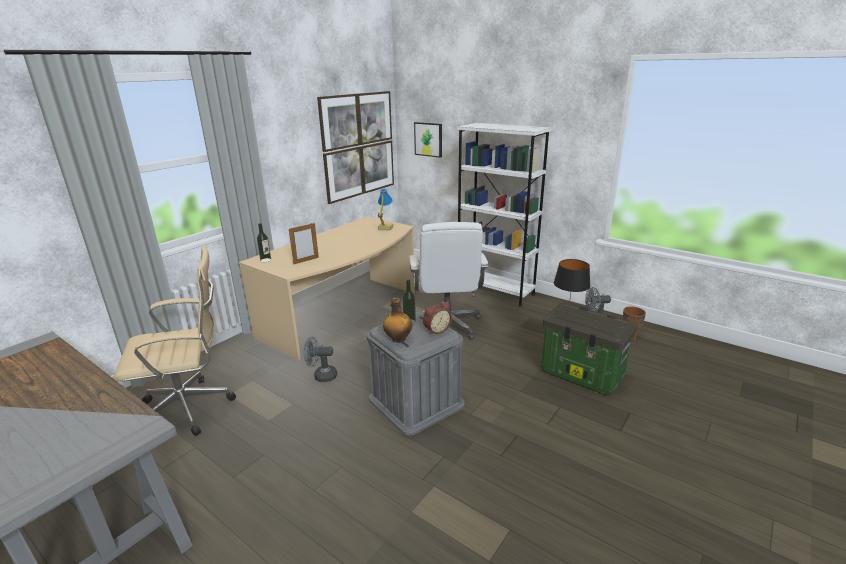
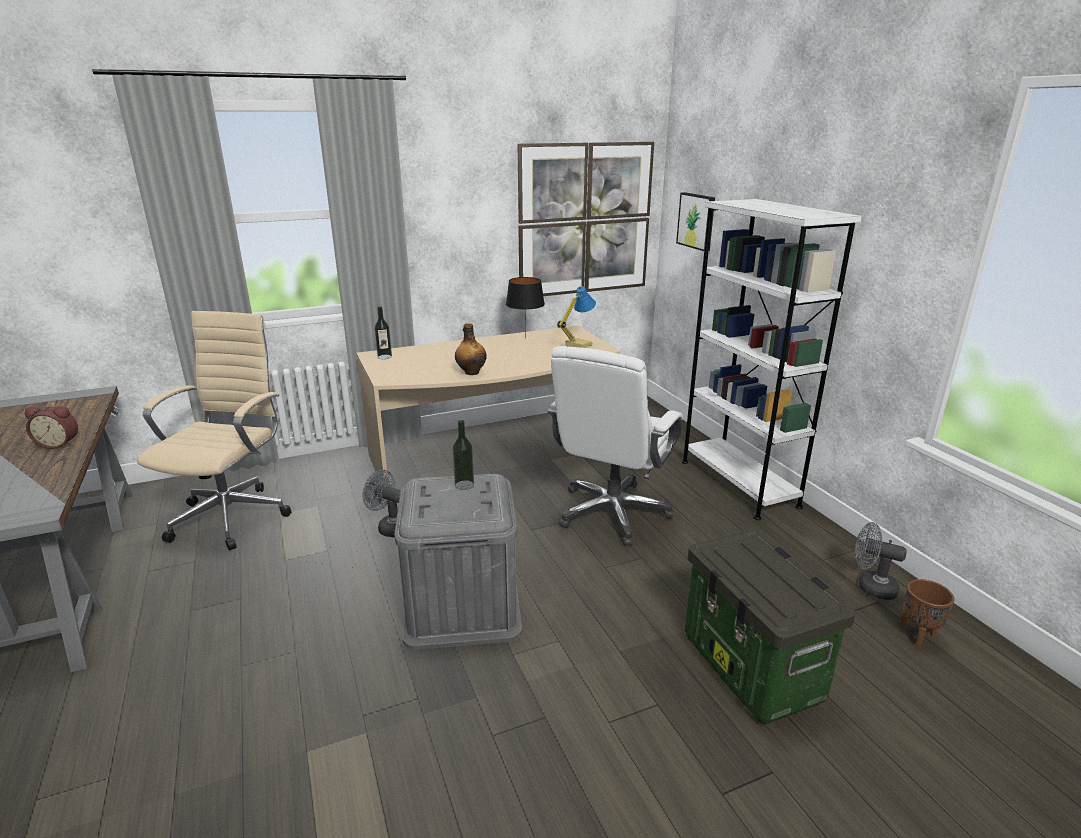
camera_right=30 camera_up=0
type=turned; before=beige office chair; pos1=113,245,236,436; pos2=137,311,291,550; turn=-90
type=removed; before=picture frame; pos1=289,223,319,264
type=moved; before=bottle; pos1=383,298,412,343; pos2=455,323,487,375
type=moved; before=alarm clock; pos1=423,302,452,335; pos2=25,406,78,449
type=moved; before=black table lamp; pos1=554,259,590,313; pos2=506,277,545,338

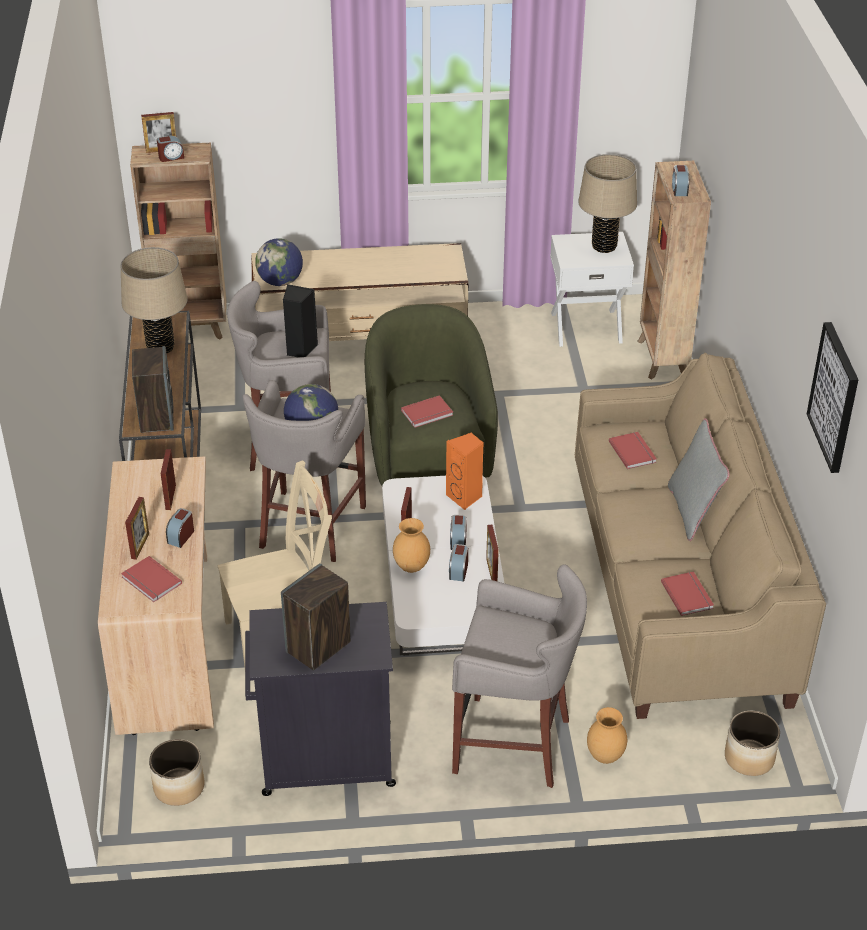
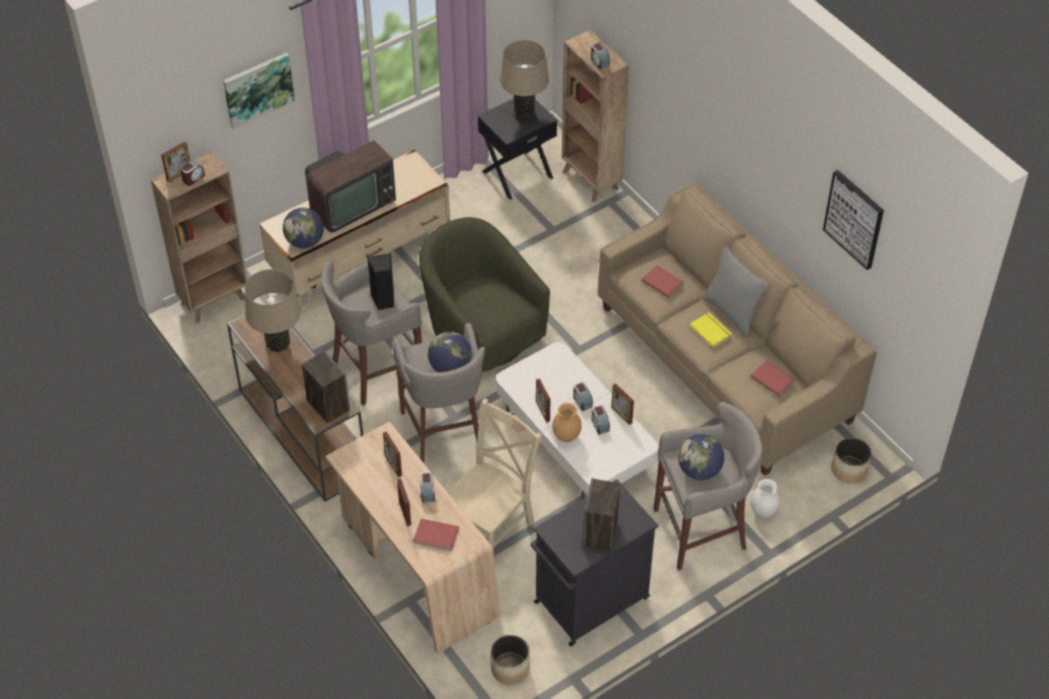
camera_right=-30 camera_up=10
type=removed; before=red book; pos1=401,395,453,428
type=removed; before=orange speaker; pos1=446,433,484,510
type=recoloured; before=white nightstand; after=black nightstand; pos1=550,232,634,347; pos2=478,98,557,200
type=recoloured; before=brown vase; after=white vase; pos1=587,707,627,764; pos2=751,479,780,518
type=added; after=picture; pos2=223,53,295,129
type=added; after=television; pos2=305,140,396,233
type=added; after=globe; pos2=678,434,724,480
type=added; after=yellow book; pos2=690,313,732,348

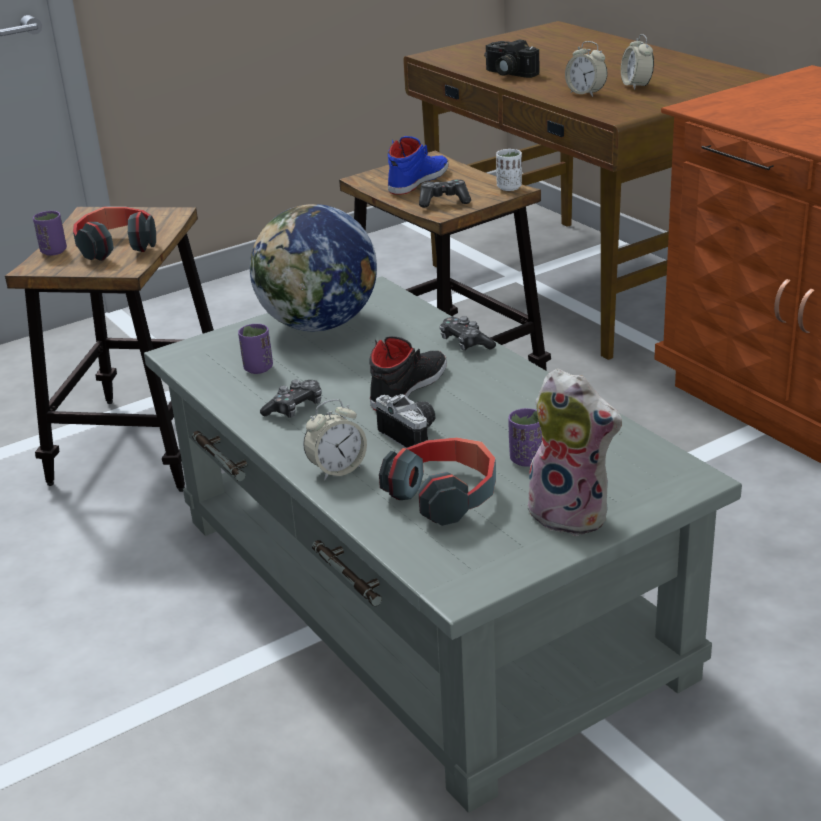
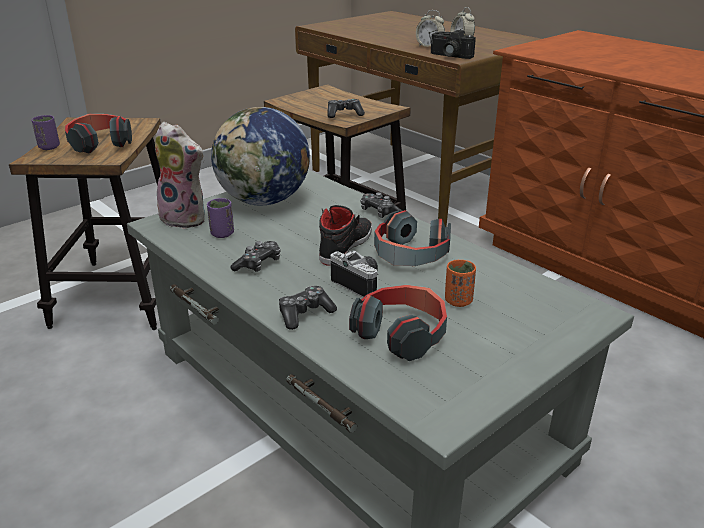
camera_right=-10 camera_up=0
type=replaced; before=alarm clock; after=game controller; pos1=303,399,367,481; pos2=279,286,337,330
type=removed; before=blue shoe; pos1=388,136,449,195
type=moved; before=photo camera; pos1=484,39,540,78; pos2=430,30,476,59
type=removed; before=white cup; pos1=496,149,522,191
type=recoloured; before=purple cup; after=orange cup; pos1=508,408,542,467; pos2=445,260,476,307
type=moved; before=plush toy; pos1=518,368,622,536; pos2=155,122,205,229
type=added; after=headphones; pos2=374,210,451,266

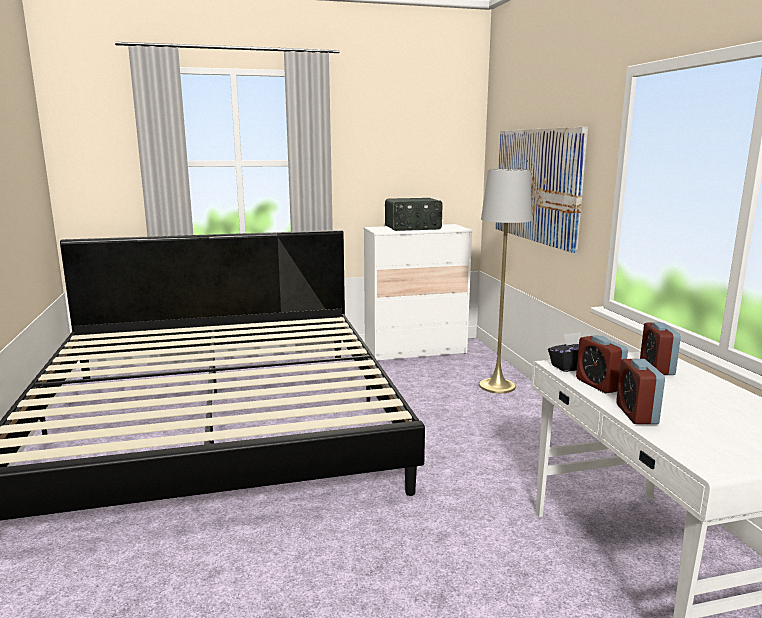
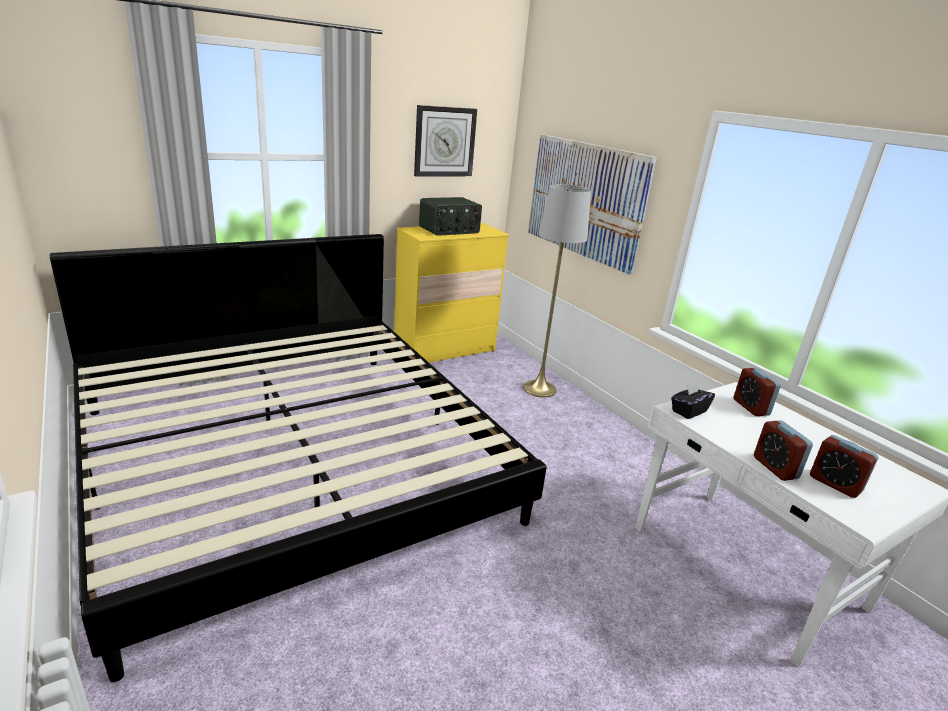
camera_right=-20 camera_up=10
type=recoloured; before=white dresser; after=yellow dresser; pos1=363,224,473,360; pos2=394,223,509,363
type=moved; before=alarm clock; pos1=576,335,628,394; pos2=810,435,878,498
type=added; after=wall clock; pos2=414,105,477,177

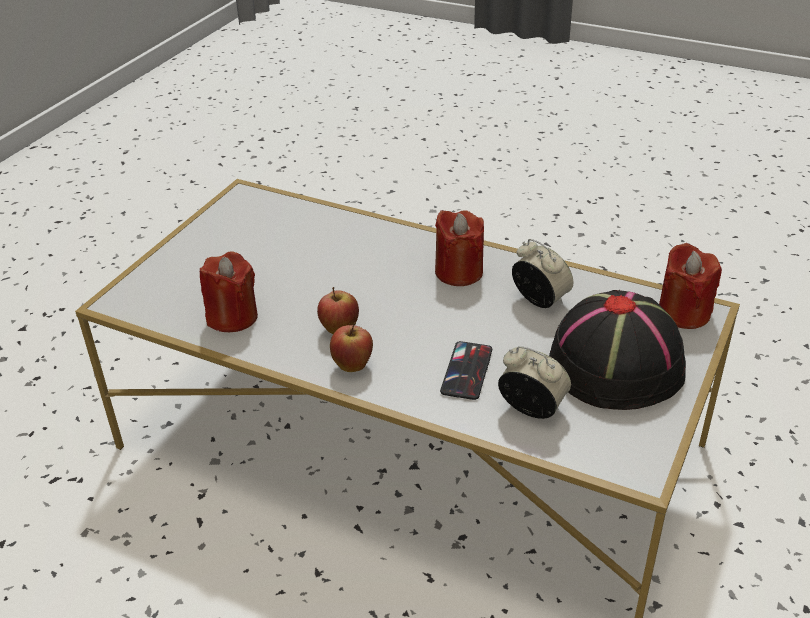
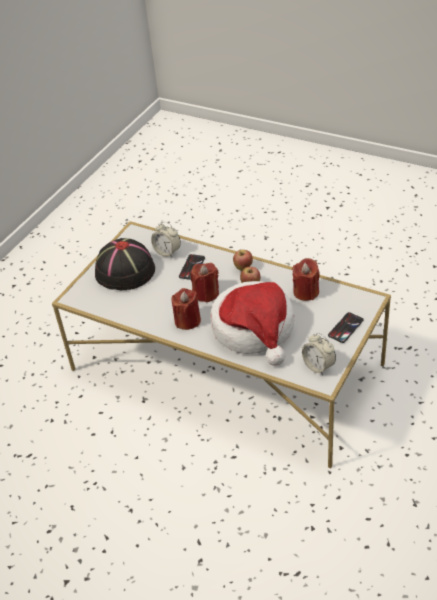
camera_right=-175 camera_up=5
type=moved; before=alarm clock; pos1=512,239,573,308; pos2=302,333,336,375
type=moved; before=red candle; pos1=659,243,722,329; pos2=190,263,219,302
type=added; after=hat; pos2=210,281,294,366
type=added; after=phone; pos2=328,312,364,343

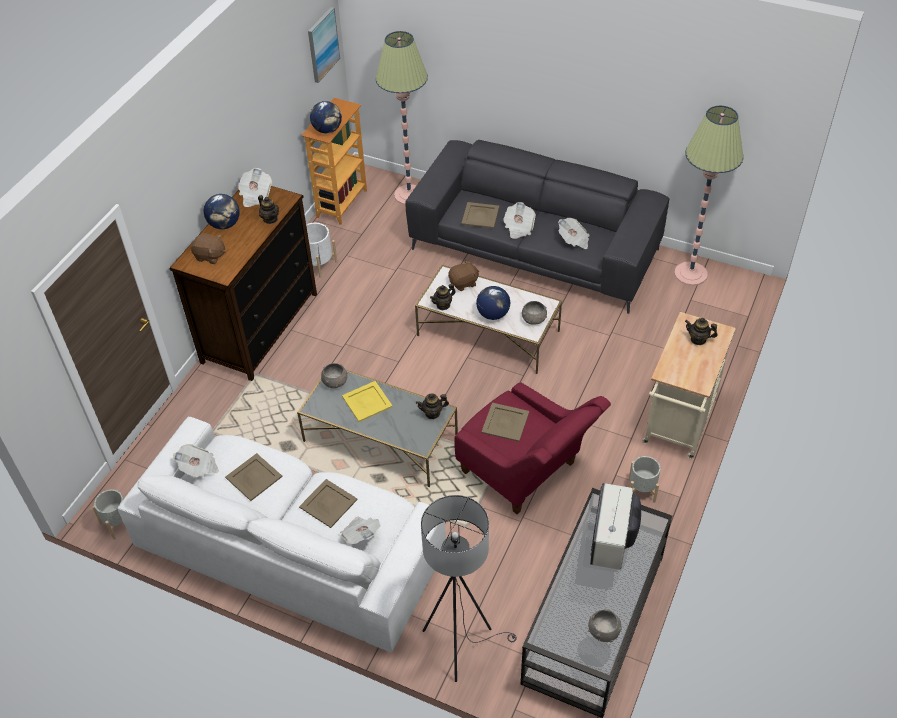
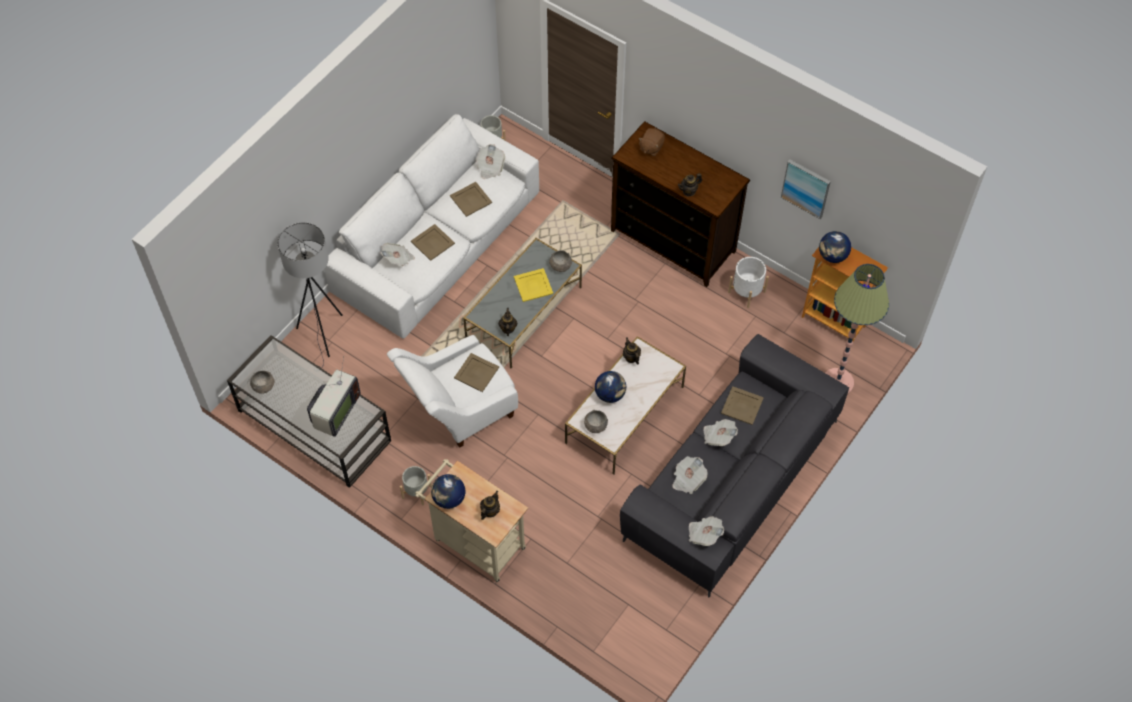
camera_right=100 camera_up=10
type=moved; before=globe; pos1=204,194,240,229; pos2=431,474,465,509
type=moved; before=newspaper; pos1=238,168,272,207; pos2=689,516,724,546
type=moved; before=picture; pos1=308,7,340,83; pos2=781,159,831,219
type=removed; before=brown plush toy; pos1=448,261,479,291
type=recoloured; before=red armchair; after=white armchair; pos1=454,382,611,514; pos2=387,335,518,448
type=turned; before=television; pos1=590,483,641,570; pos2=307,358,361,437; turn=90
type=removed; before=floor lamp; pos1=674,106,744,286

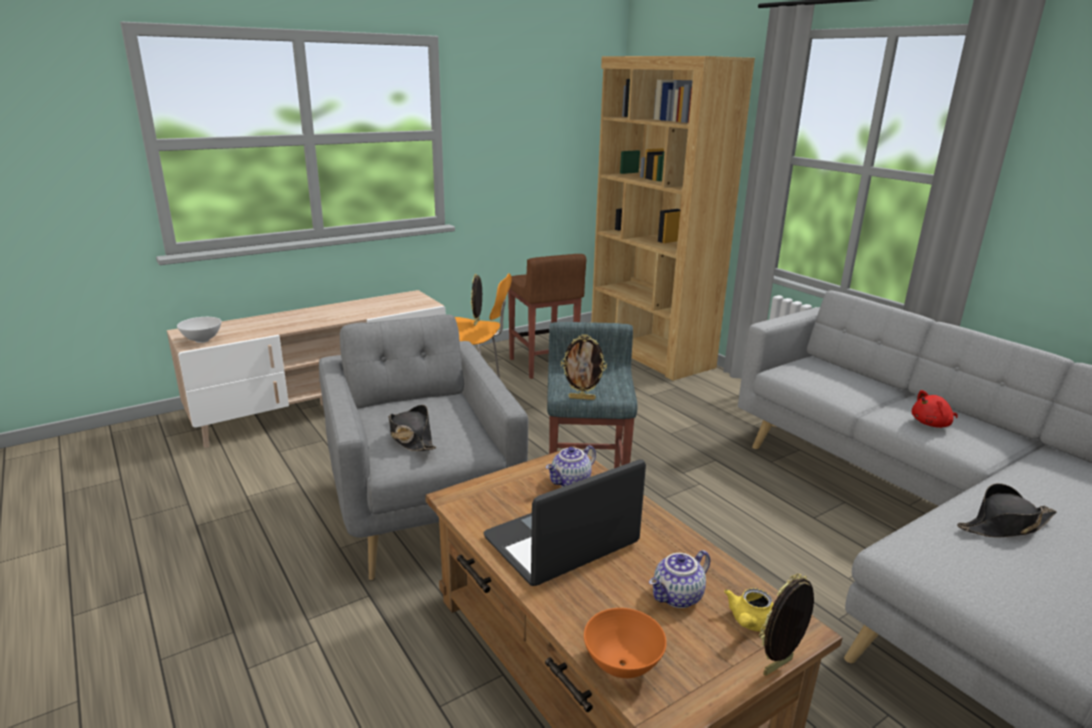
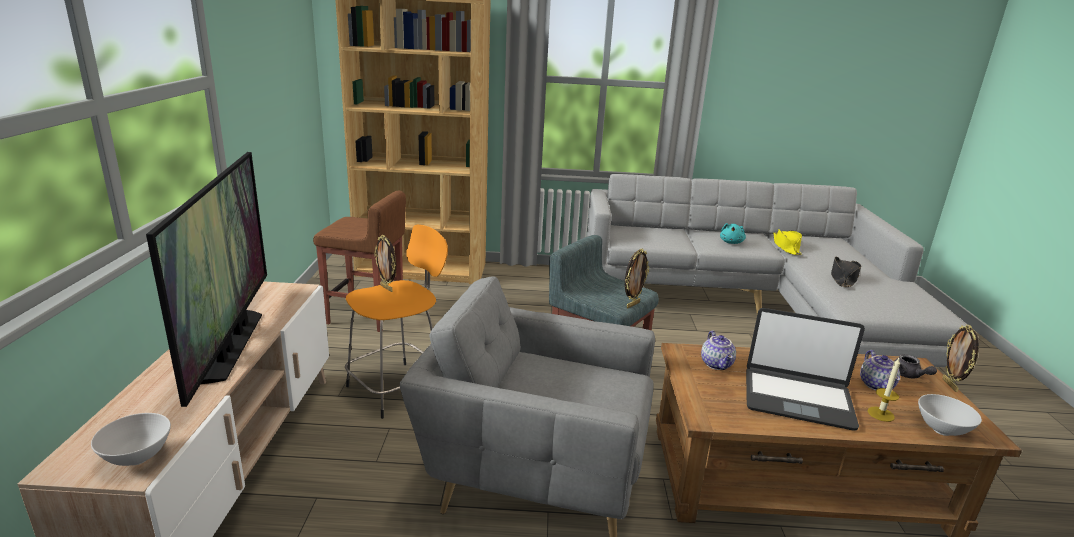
camera_right=-55 camera_up=0
type=removed; before=black hat; pos1=388,405,436,451
type=turned; before=laptop; pos1=483,459,646,586; pos2=746,308,865,431; turn=-75
type=recoloured; before=orange bowl; after=white bowl; pos1=584,608,667,678; pos2=918,394,982,436
type=recoloured; before=yellow teapot; after=grey teapot; pos1=724,588,773,632; pos2=894,354,937,378
type=recoloured; before=red plush toy; after=turquoise plush toy; pos1=912,390,958,428; pos2=720,223,746,244
type=added; after=television; pos2=146,152,267,407
type=added; after=yellow hat; pos2=774,229,802,255
type=added; after=candle; pos2=868,358,900,422

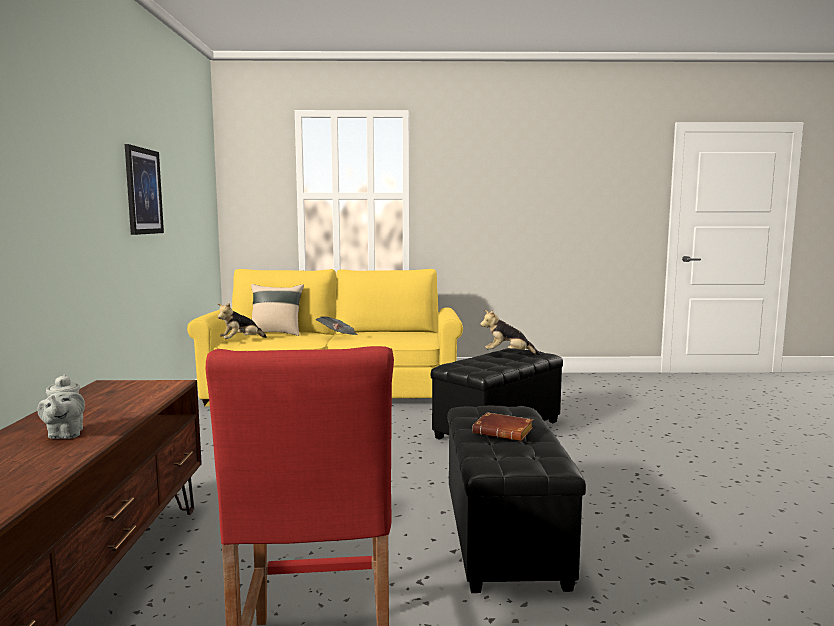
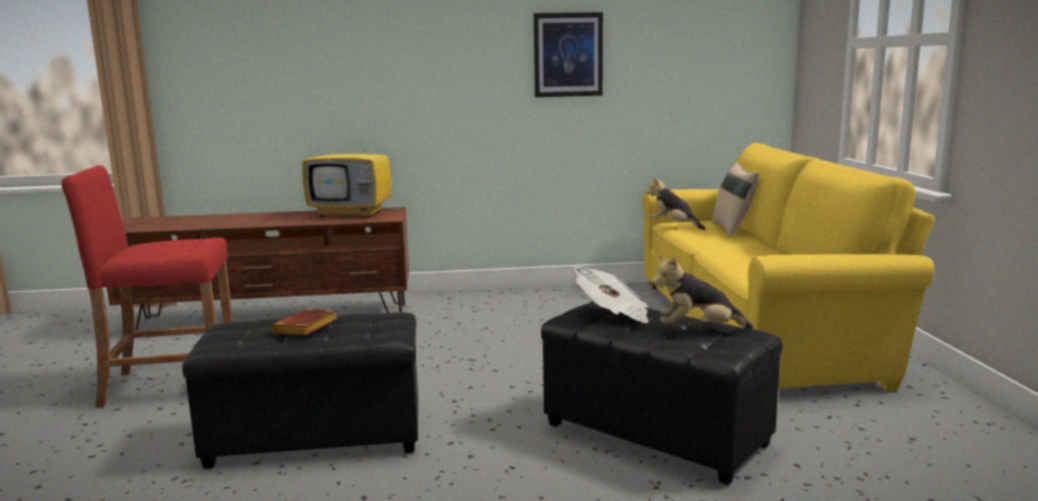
camera_right=85 camera_up=5
type=removed; before=grey teapot; pos1=37,374,85,439
type=moved; before=newspaper; pos1=315,316,357,335; pos2=574,267,648,323
type=turned; before=plush toy; pos1=480,310,541,355; pos2=652,255,754,329; turn=-90
type=added; after=television; pos2=302,120,391,218

